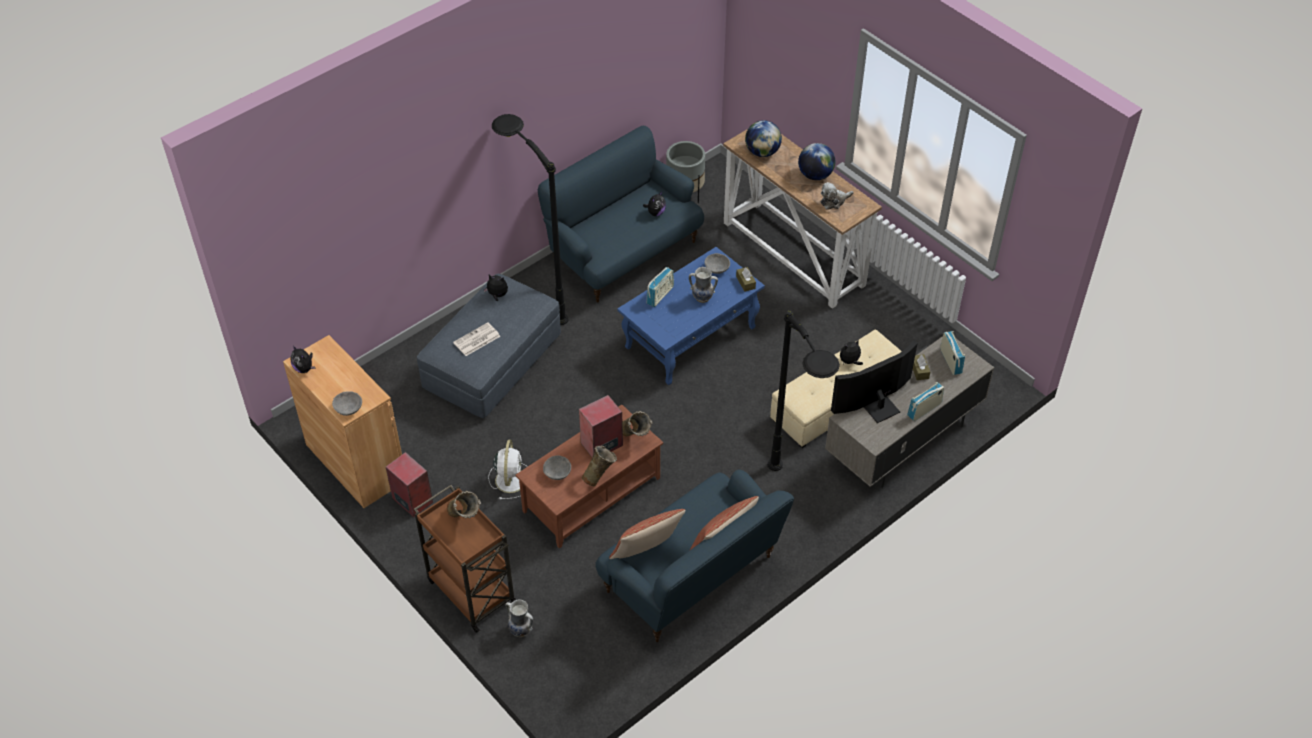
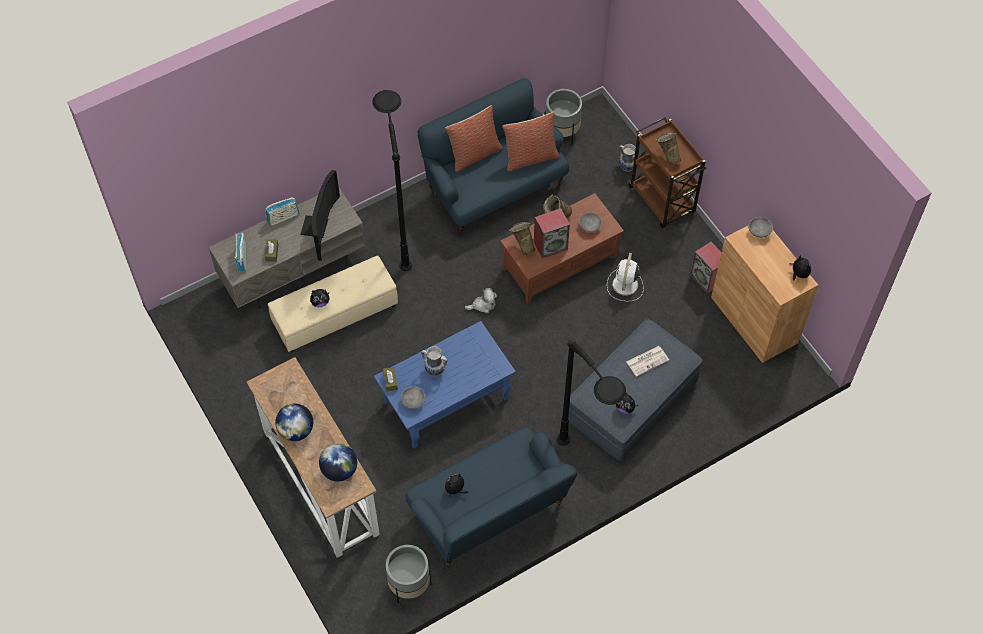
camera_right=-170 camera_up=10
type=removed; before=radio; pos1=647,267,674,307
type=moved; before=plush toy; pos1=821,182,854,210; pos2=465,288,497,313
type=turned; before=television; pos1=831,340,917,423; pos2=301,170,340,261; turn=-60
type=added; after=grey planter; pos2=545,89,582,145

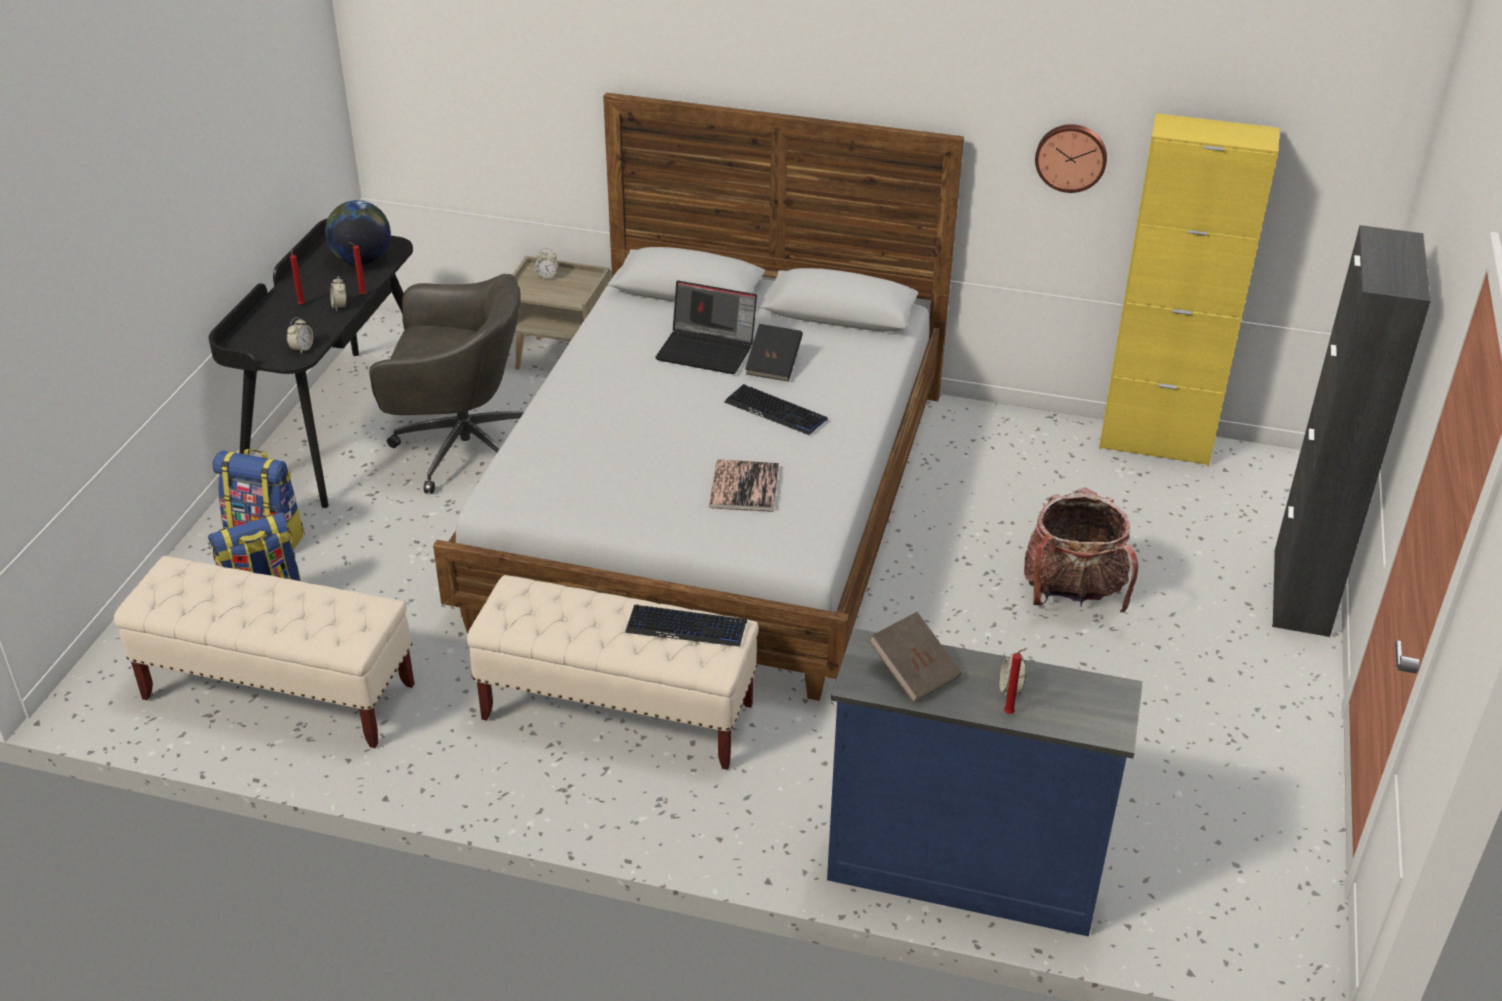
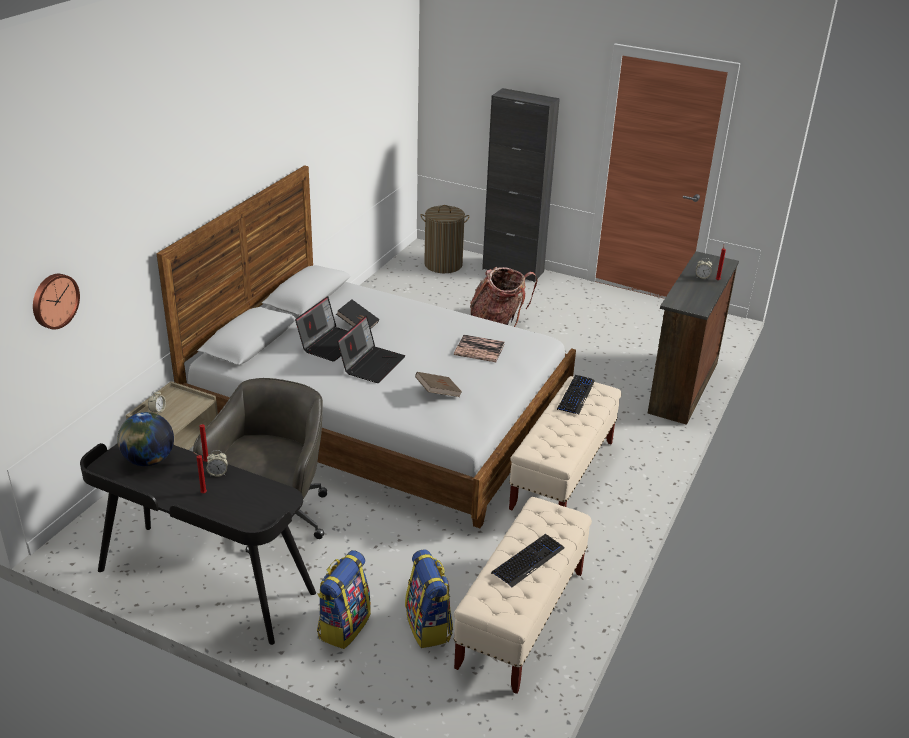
camera_right=-80 camera_up=-5
type=removed; before=alarm clock; pos1=287,317,313,354
type=moved; before=keyboard; pos1=725,384,827,435; pos2=491,534,564,588
type=recoloured; before=blue dresser; after=brown dresser; pos1=827,628,1143,937; pos2=648,251,739,425
type=moved; before=brown book; pos1=869,612,962,703; pos2=415,372,462,397
type=moved; before=wall clock; pos1=1035,124,1107,193; pos2=33,274,80,329
type=removed; before=yellow cabinet; pos1=1099,113,1279,466
type=added; after=laptop; pos2=337,315,405,383
type=added; after=laundry basket; pos2=420,205,470,273

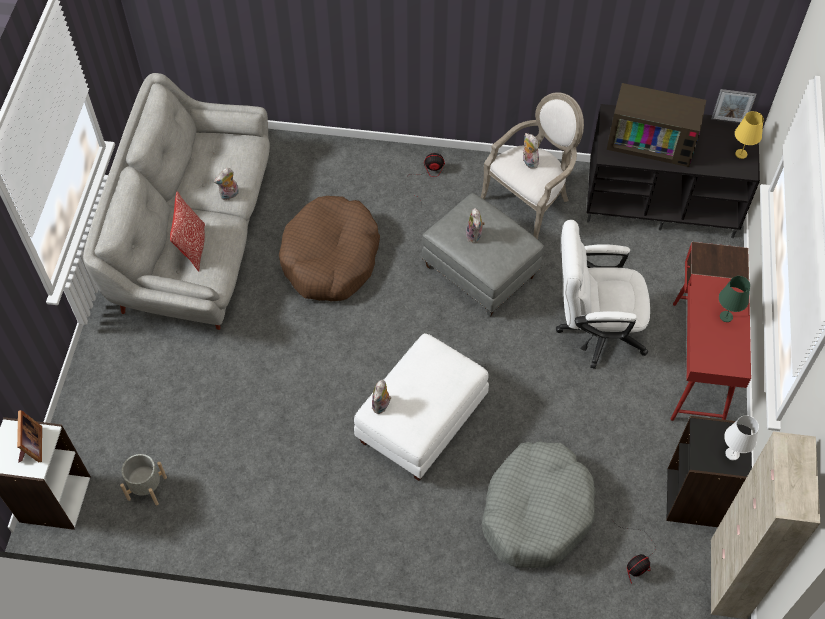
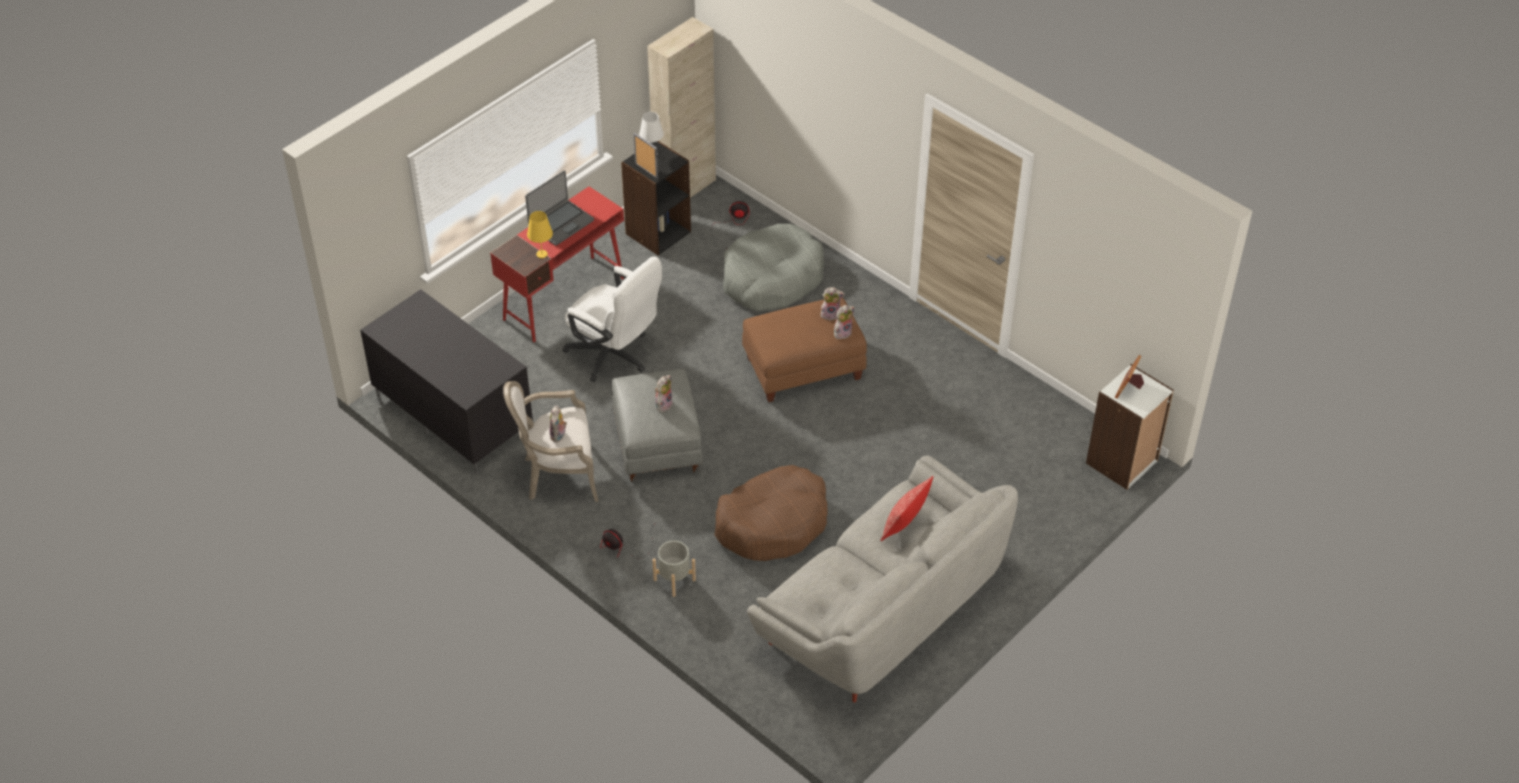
camera_right=-145 camera_up=-10
type=moved; before=grey planter; pos1=120,454,167,506; pos2=652,541,696,597
type=moved; before=plush toy; pos1=214,168,239,200; pos2=821,287,845,321
type=recoloured; before=white ottoman; after=brown ottoman; pos1=354,333,489,481; pos2=742,297,867,402
type=removed; before=television; pos1=607,83,706,167
type=moved; before=picture frame; pos1=711,89,756,123; pos2=634,133,658,179
type=replaced; before=green table lamp; after=laptop; pos1=719,276,750,322; pos2=525,170,594,246
type=moved; before=yellow table lamp; pos1=735,111,764,159; pos2=527,211,553,258

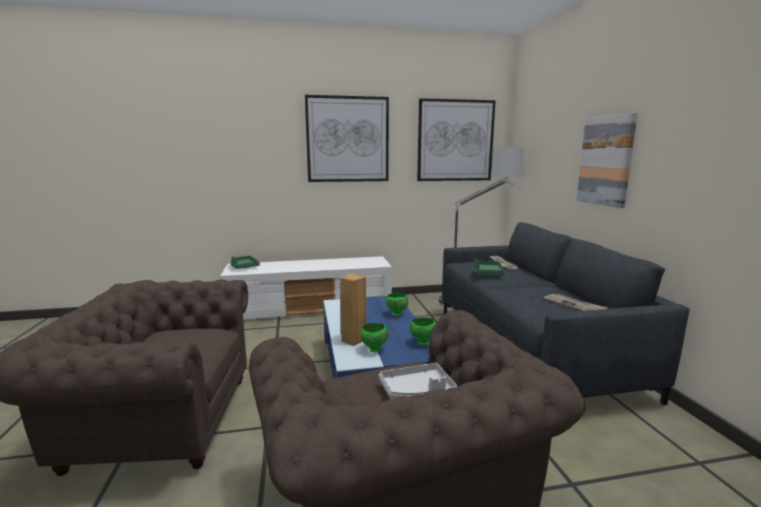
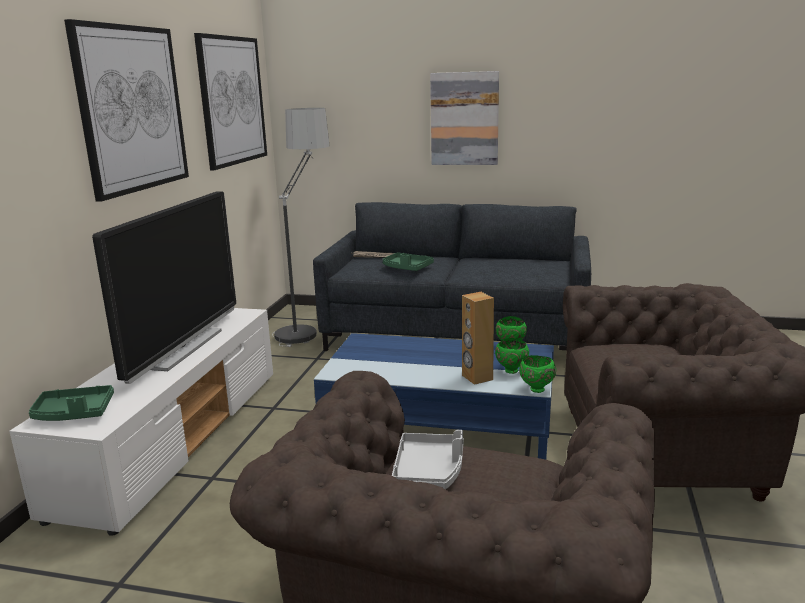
camera_right=-65 camera_up=5
type=moved; before=grey tray; pos1=379,363,458,399; pos2=392,430,464,490
type=moved; before=green bowl; pos1=386,292,409,316; pos2=519,355,556,393
type=removed; before=newspaper; pos1=544,294,608,311
type=added; after=television; pos2=92,191,236,384

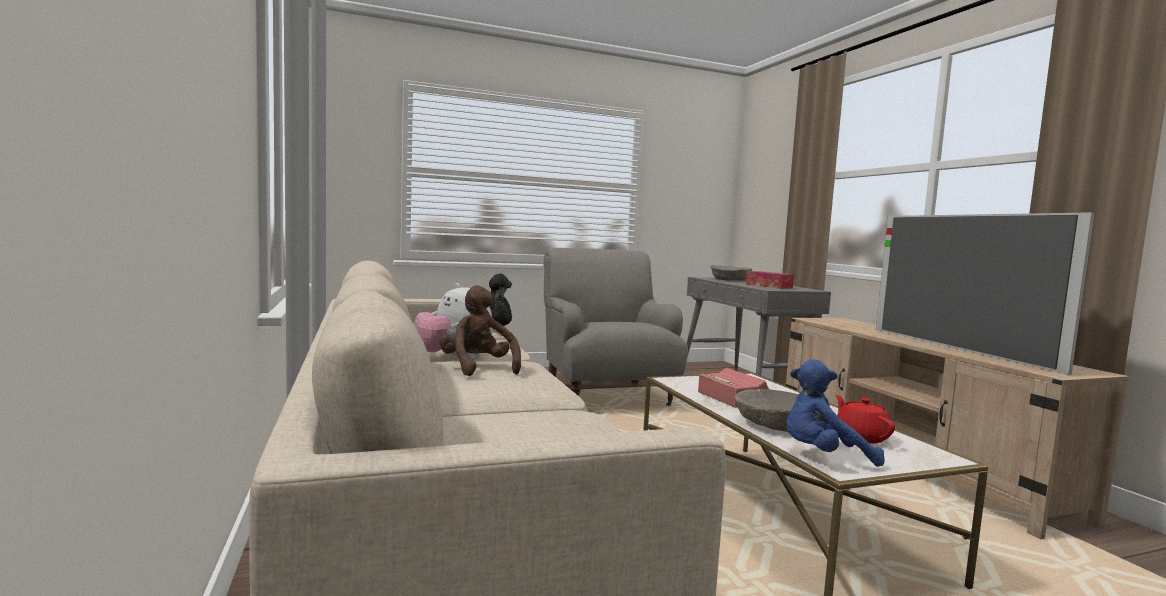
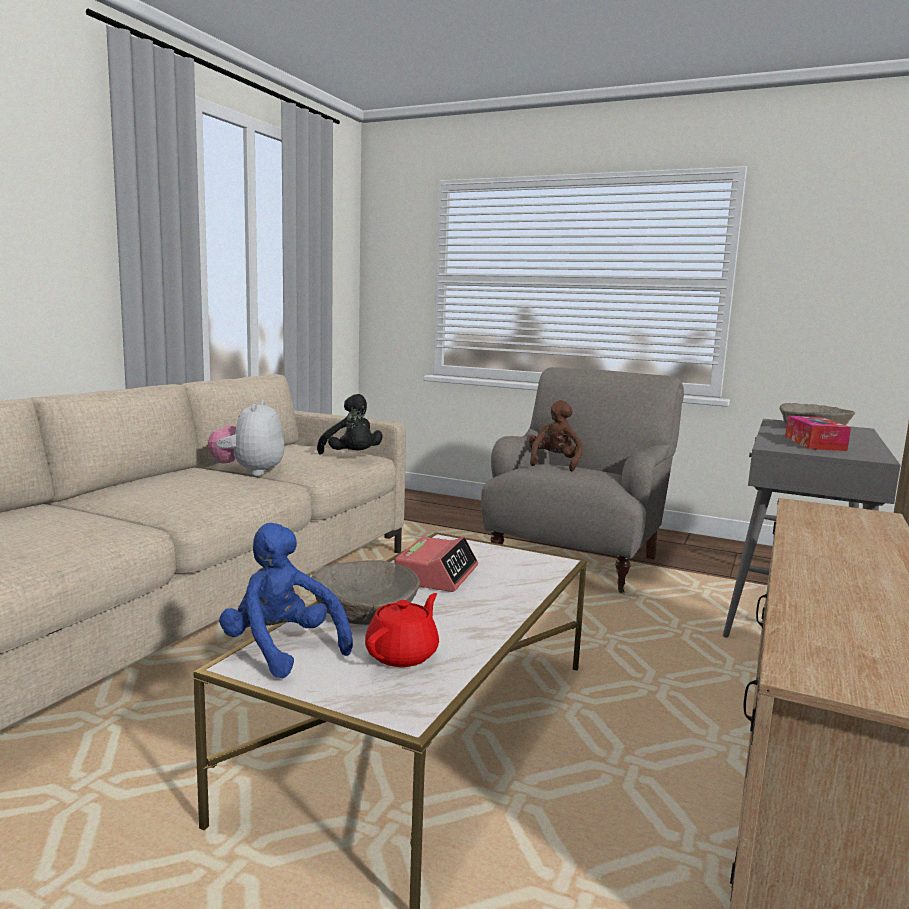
camera_right=45 camera_up=5
type=moved; before=brown plush toy; pos1=439,285,521,376; pos2=529,400,583,471
type=removed; before=television; pos1=876,212,1095,375

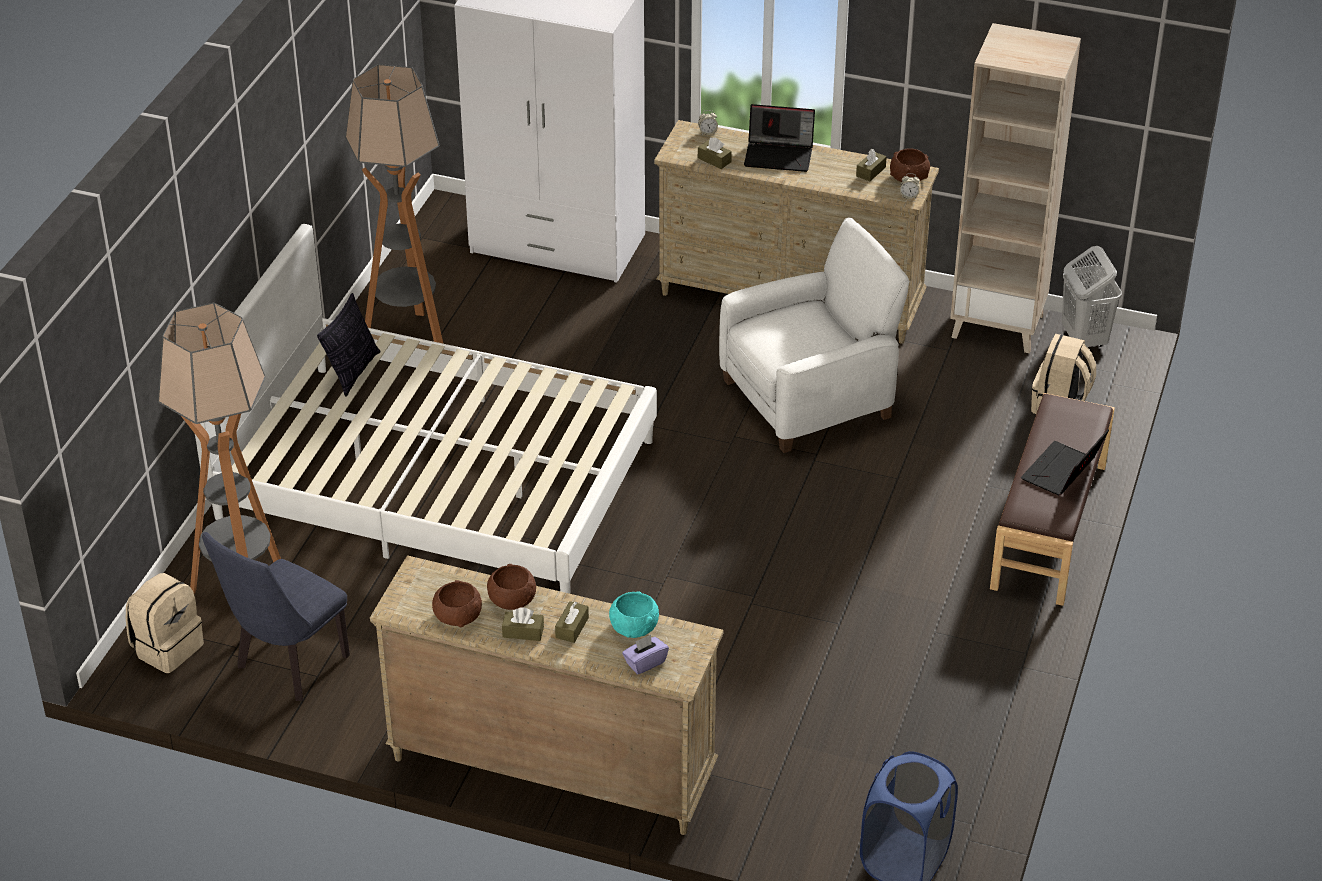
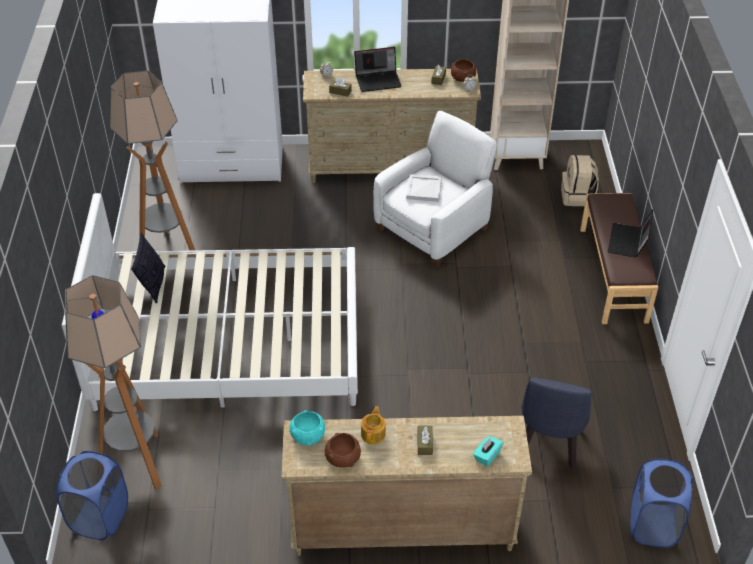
camera_right=-20 camera_up=5
type=replaced; before=beige backpack; after=blue laundry basket; pos1=126,573,204,673; pos2=56,451,128,540
type=moved; before=blue chair; pos1=202,532,350,701; pos2=521,378,592,468
type=replaced; before=brown bowl; after=teapot; pos1=487,564,536,610; pos2=361,406,385,444
type=removed; before=brown tissue box; pos1=502,607,544,641
type=moved; before=turquoise bowl; pos1=609,591,659,638; pos2=289,410,325,446
type=recoloured; before=purple tissue box; after=turquoise tissue box; pos1=622,635,669,675; pos2=473,436,503,467
type=removed; before=white laundry basket; pos1=1062,246,1122,347
type=added; after=white tray; pos2=406,175,442,202

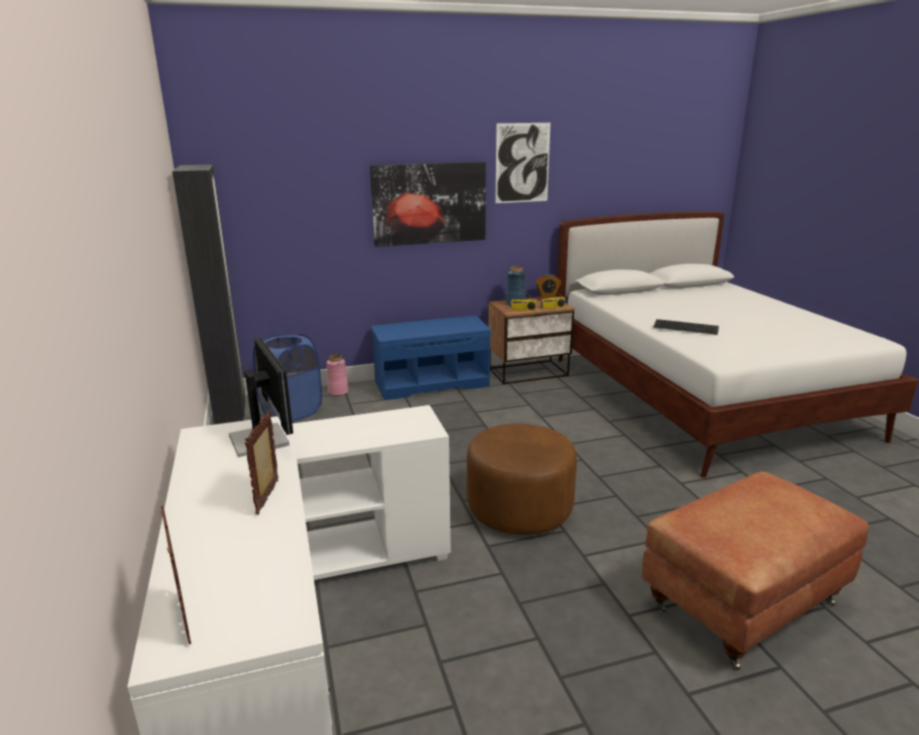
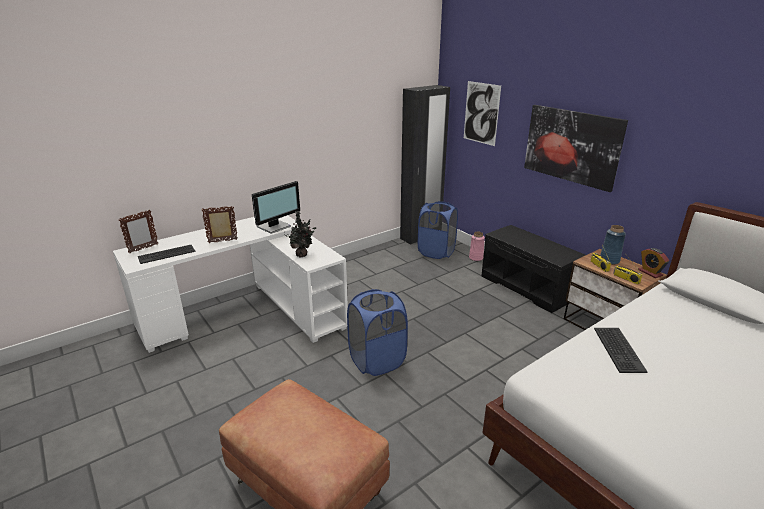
camera_right=70 camera_up=5
type=recoloured; before=blue bench; after=black bench; pos1=371,316,491,400; pos2=481,225,585,313
type=replaced; before=brown ottoman; after=blue laundry basket; pos1=467,424,577,535; pos2=347,289,408,376
type=moved; before=picture; pos1=495,123,550,203; pos2=464,81,501,146
type=added; after=keyboard; pos2=138,245,196,264
type=added; after=potted plant; pos2=284,211,317,257

